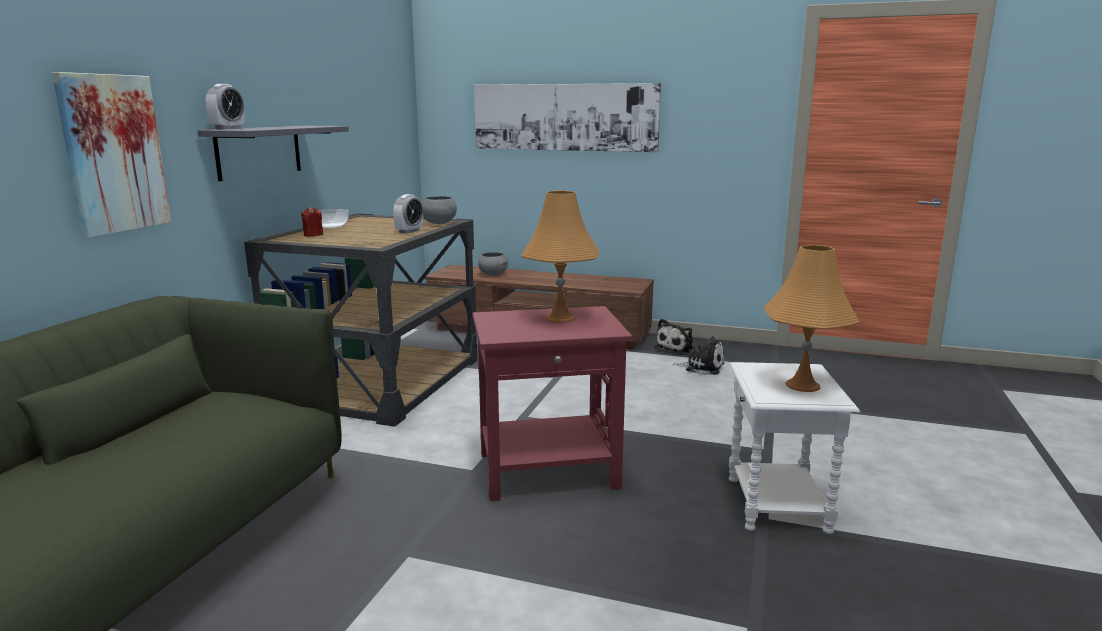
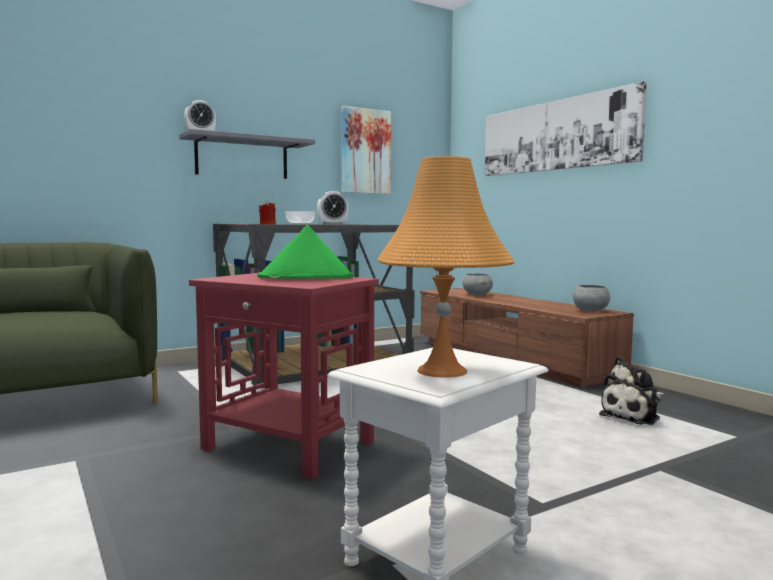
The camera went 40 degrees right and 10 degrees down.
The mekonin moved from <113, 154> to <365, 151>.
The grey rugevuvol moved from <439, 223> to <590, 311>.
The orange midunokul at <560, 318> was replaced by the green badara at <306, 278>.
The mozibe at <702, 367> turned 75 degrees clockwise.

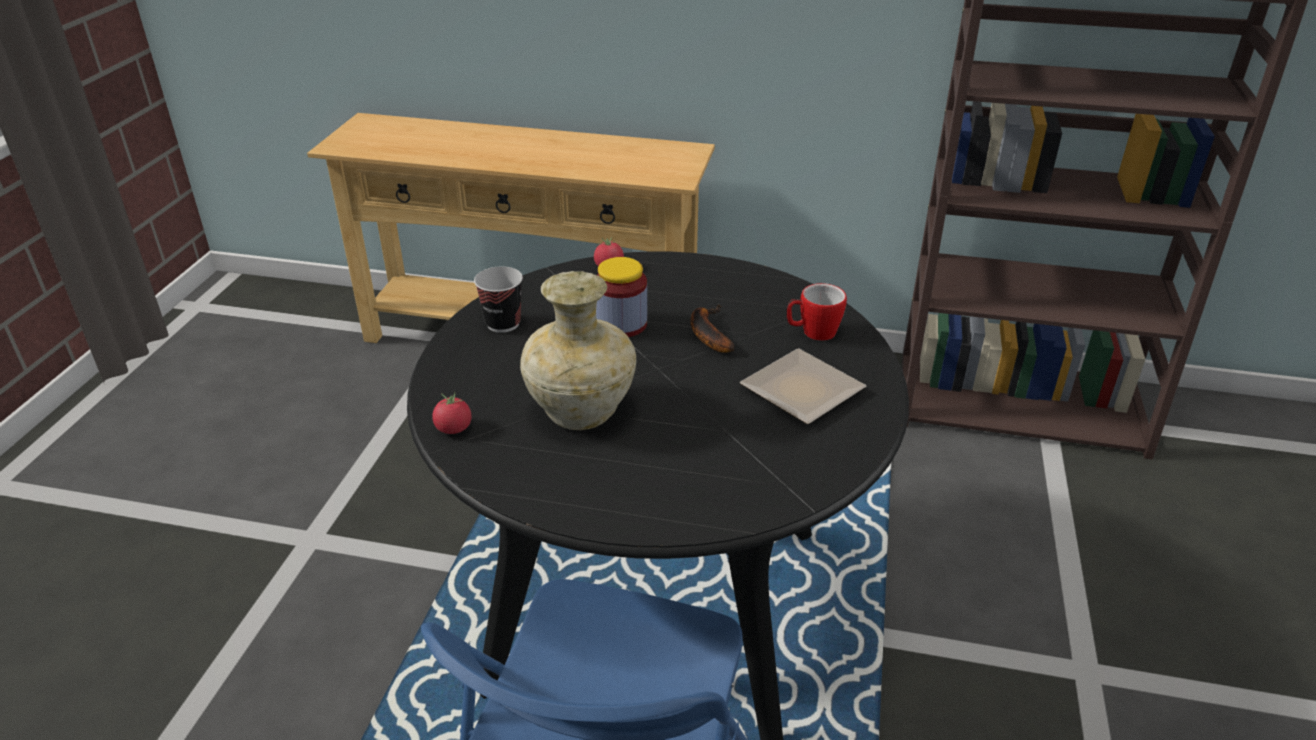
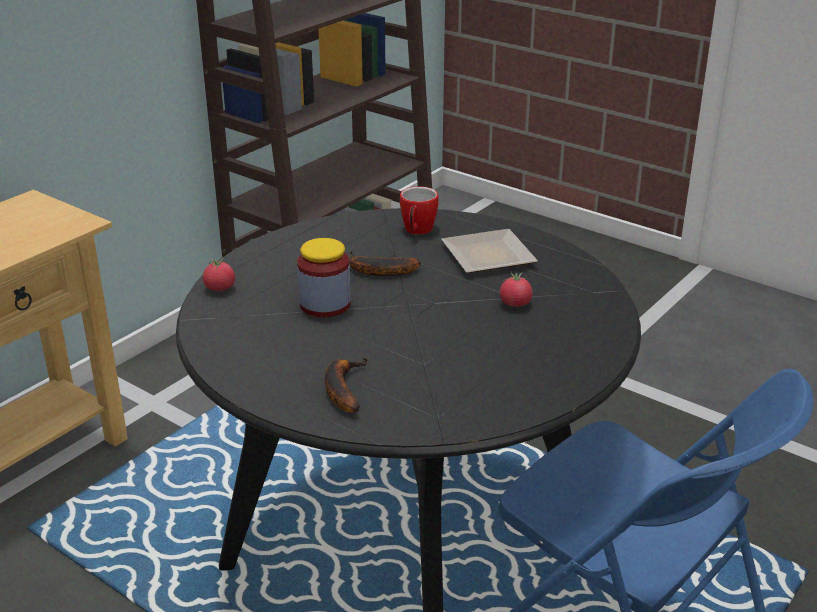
The camera went 65 degrees left and 5 degrees down.
The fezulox at <503, 323> disappeared.
The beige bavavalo at <579, 413> disappeared.
The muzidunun at <342, 388> appeared.
The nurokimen moved from <453, 428> to <515, 304>.

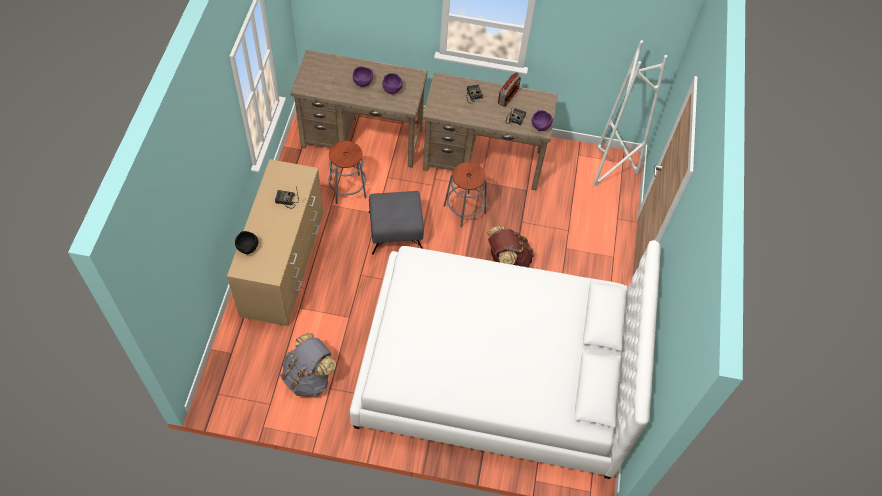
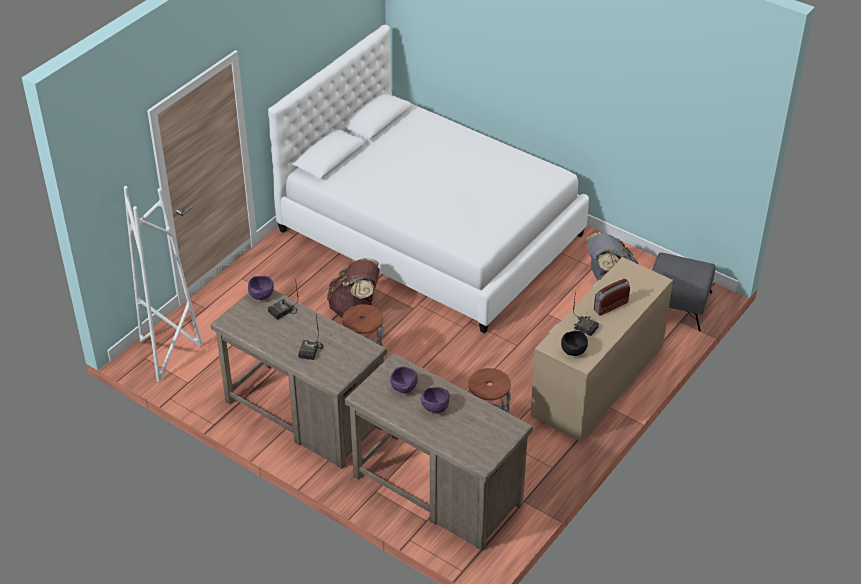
The camera went 150 degrees left and 15 degrees down.
The black rugevuvol moved from <248, 248> to <573, 351>.
The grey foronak moved from <396, 231> to <676, 304>.
The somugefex moved from <508, 96> to <610, 306>.

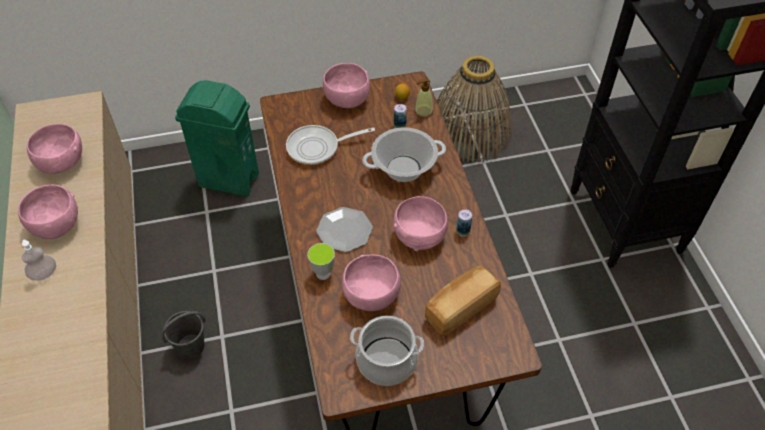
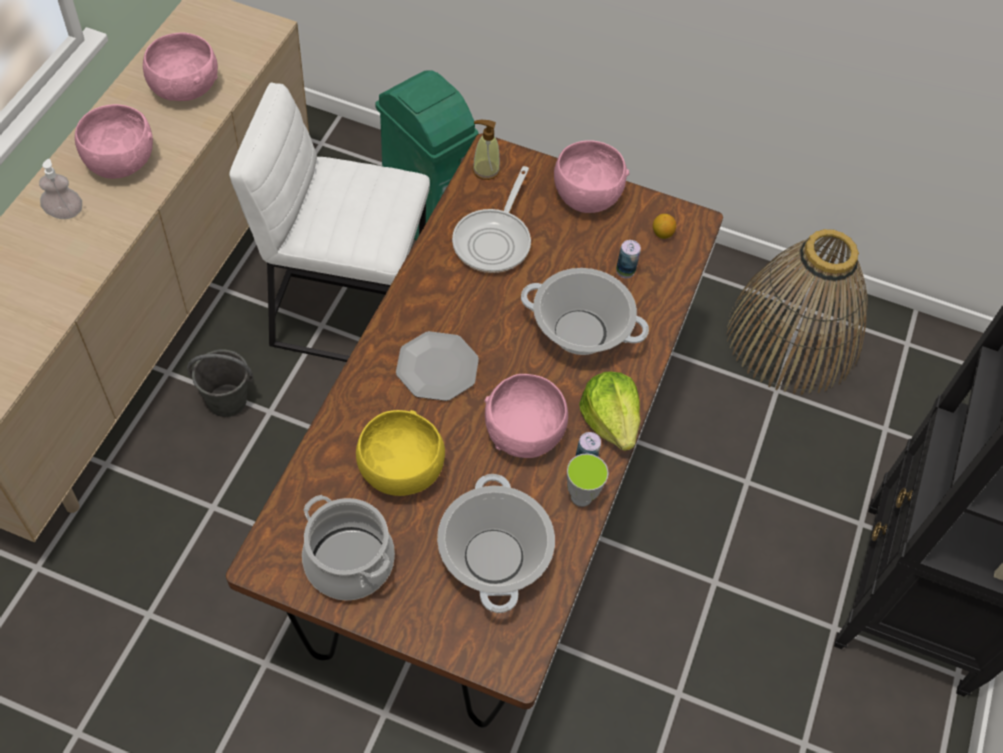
The camera went 30 degrees right and 5 degrees up.
The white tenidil at <345, 312> appeared.
The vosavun at <610, 420> appeared.
The fezulox moved from <323, 274> to <581, 497>.
The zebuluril moved from <423, 112> to <485, 170>.
The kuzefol at <459, 307> was replaced by the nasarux at <494, 557>.
The pink rugevuvol at <372, 295> became the yellow rugevuvol at <401, 470>.
The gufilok at <317, 148> turned 90 degrees counterclockwise.

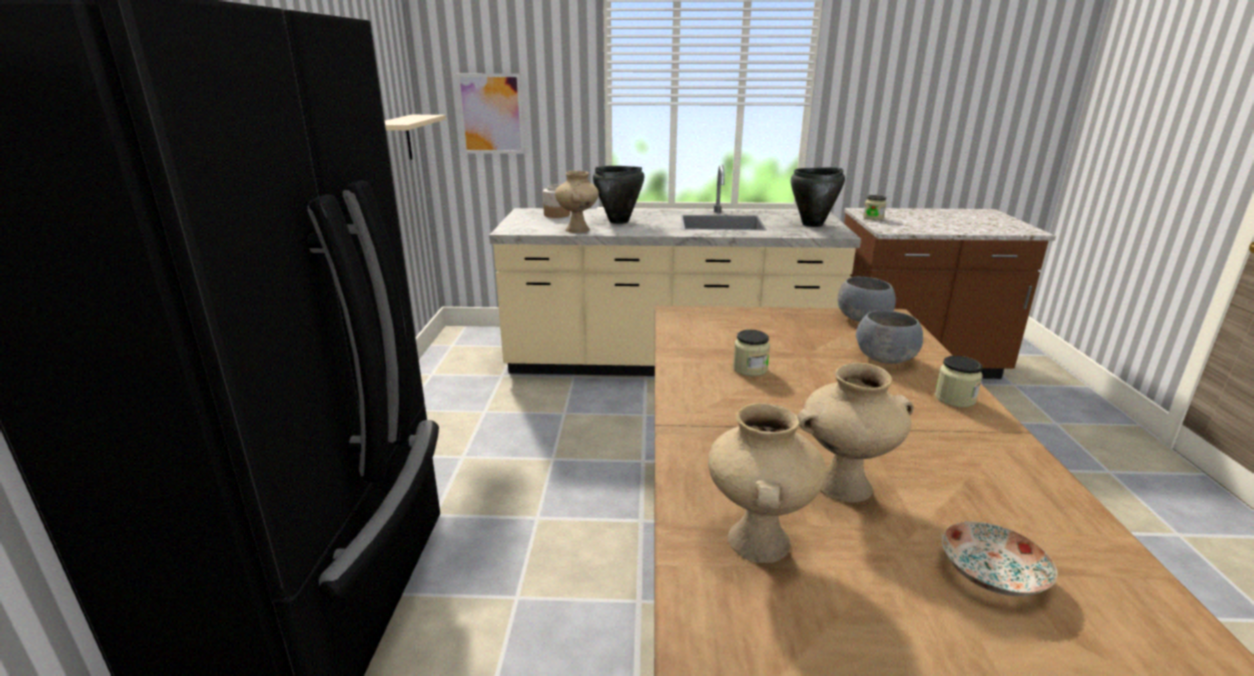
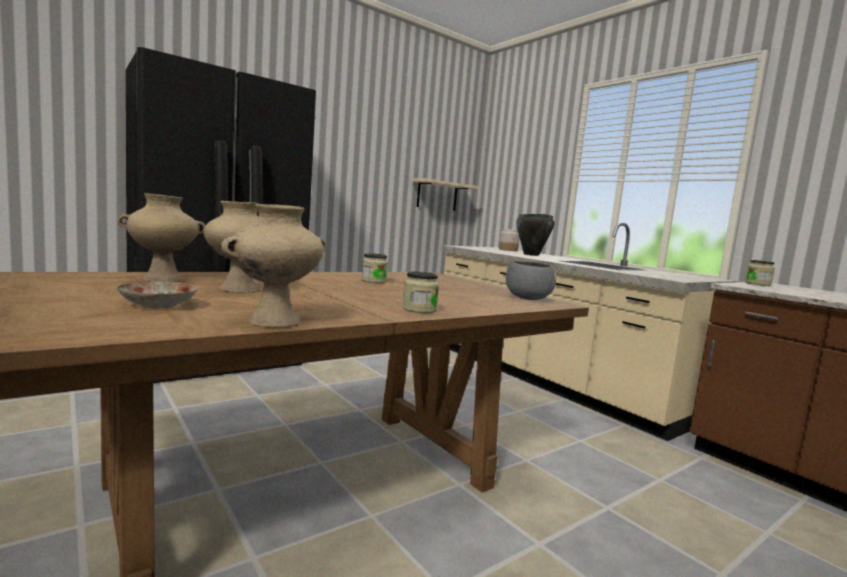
The camera went 50 degrees right and 15 degrees down.
The mekonin at <491, 114> disappeared.
The black nasarux at <813, 224> disappeared.
The grey rugevuvol at <886, 358> disappeared.
The beige bavavalo moved from <578, 230> to <273, 322>.

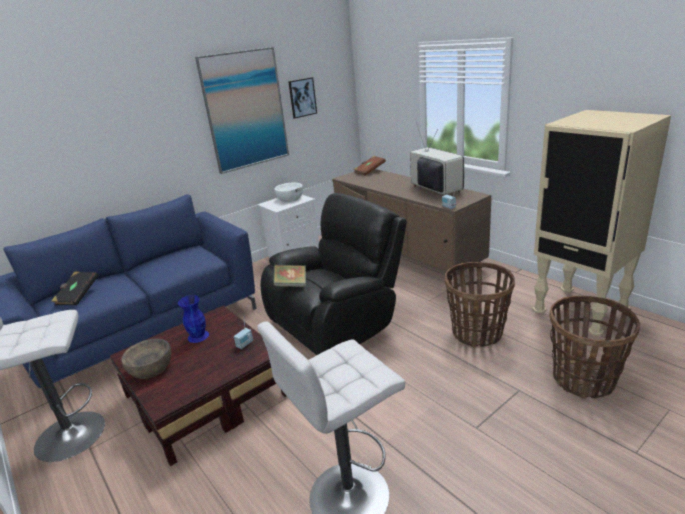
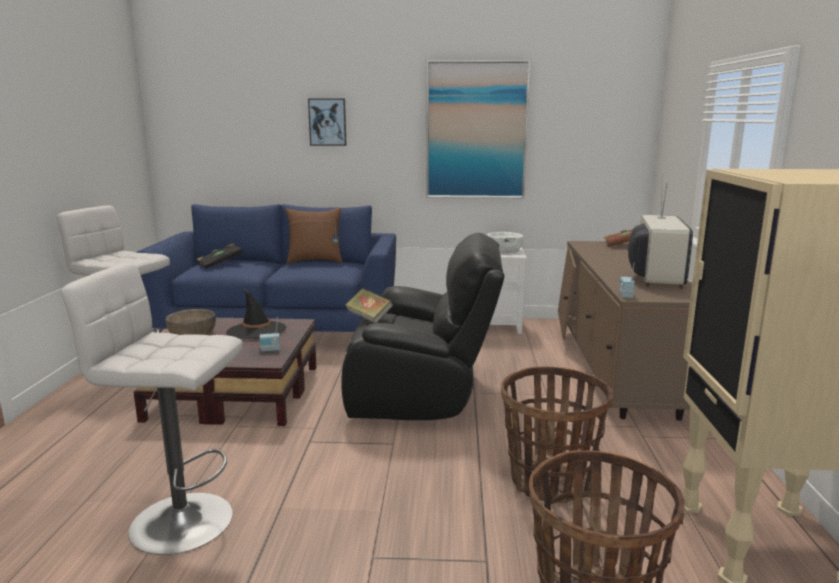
The camera went 40 degrees right and 10 degrees down.
The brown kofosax at <315, 261> appeared.
The mekonin moved from <302, 97> to <327, 122>.
The blue bavavalo at <198, 336> was replaced by the black badara at <256, 330>.

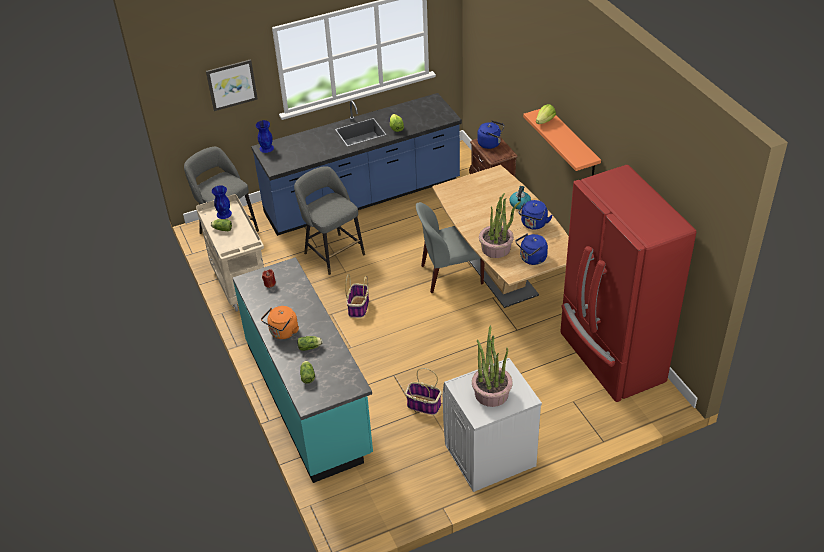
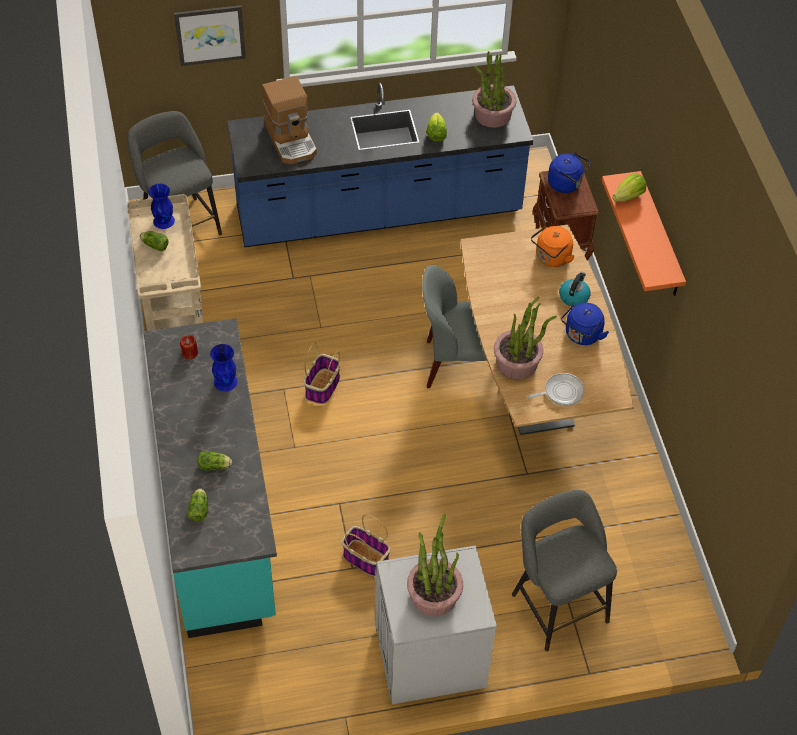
The camera went 10 degrees right and 10 degrees up.
The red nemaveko at <608, 358> disappeared.
The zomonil at <291, 140> appeared.
The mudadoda at <492, 115> appeared.
The blue bavavalo moved from <267, 148> to <226, 381>.
The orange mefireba moved from <283, 333> to <551, 258>.
The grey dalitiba moved from <332, 252> to <557, 603>.
The blue mefireba at <532, 259> was replaced by the gufilok at <561, 392>.

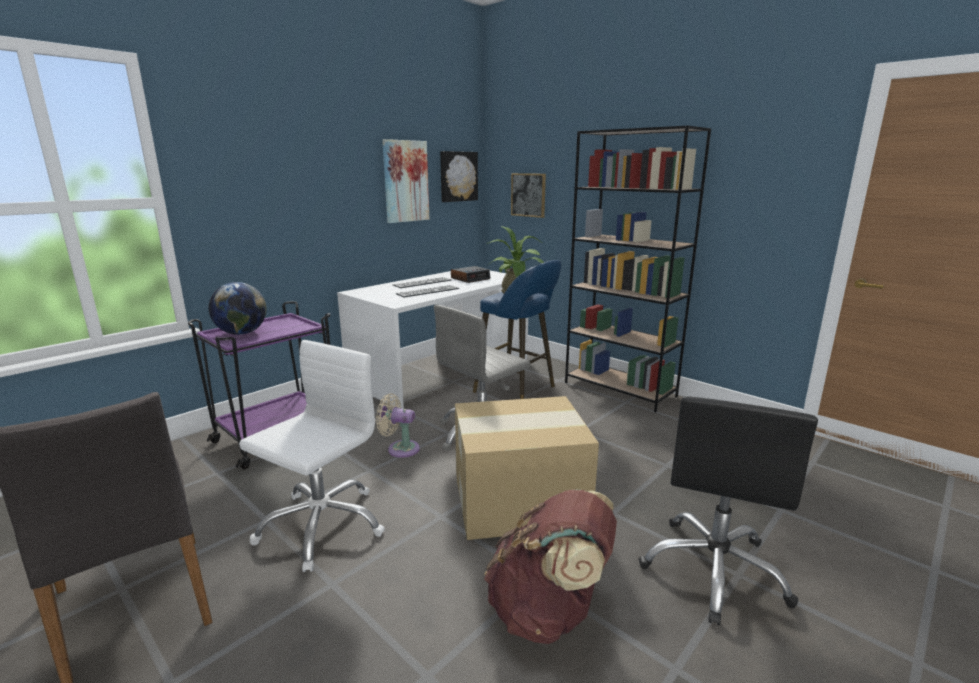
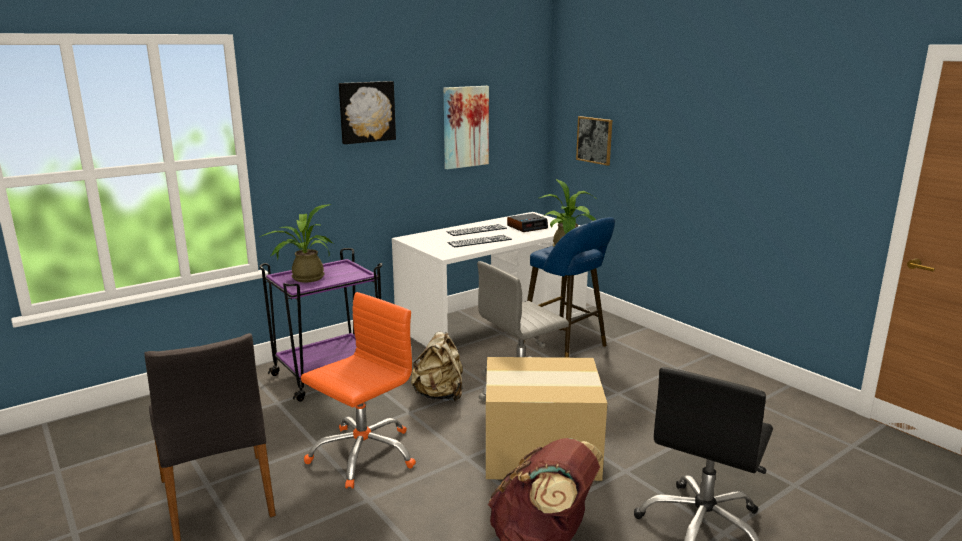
The camera went 10 degrees right and 0 degrees up.
The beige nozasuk at <620, 389> disappeared.
The mekonin moved from <458, 176> to <366, 112>.
The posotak at <241, 333> was replaced by the mudadoda at <303, 278>.
The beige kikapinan at <400, 448> was replaced by the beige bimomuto at <439, 395>.
The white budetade at <322, 525> became the orange budetade at <363, 454>.

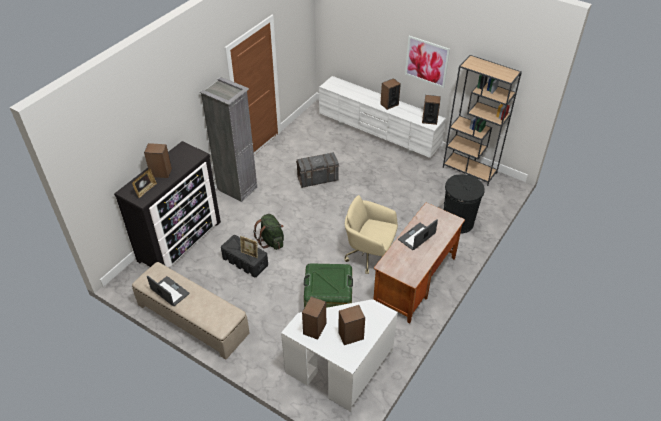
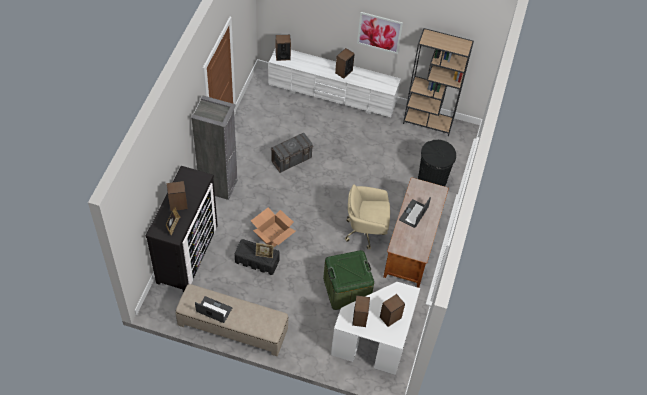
The camera went 20 degrees left and 10 degrees up.
The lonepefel moved from <429, 120> to <282, 56>.
The green bimomuto at <271, 241> was replaced by the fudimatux at <273, 235>.

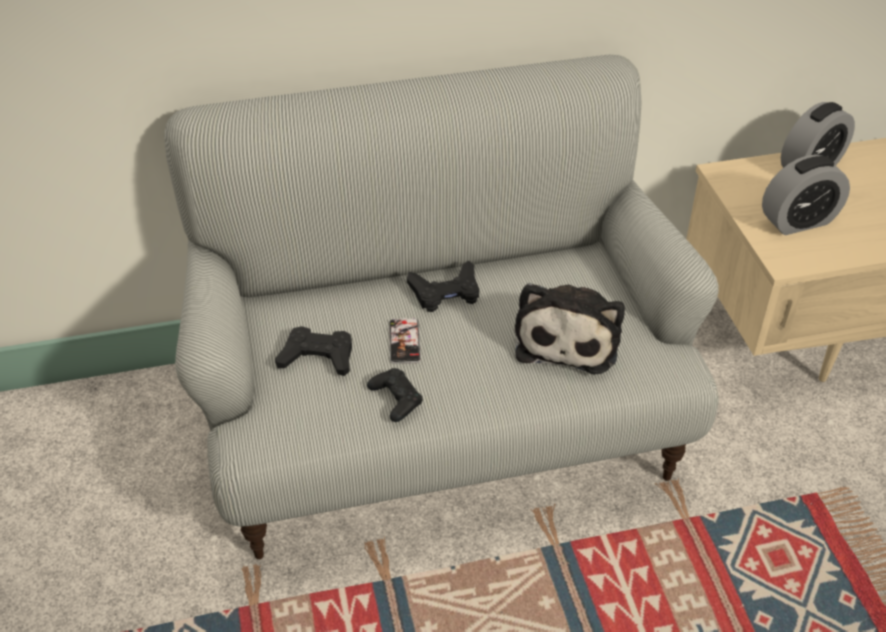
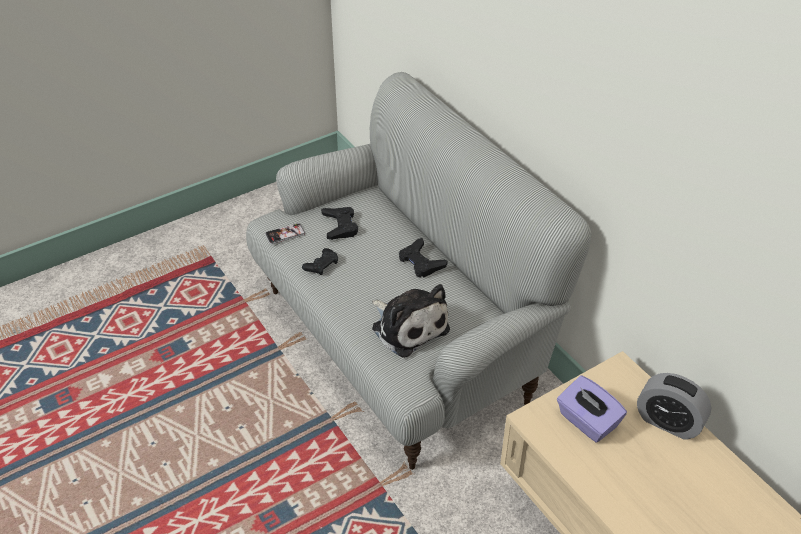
The camera went 70 degrees right and 0 degrees up.
The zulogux moved from <404, 342> to <285, 234>.
The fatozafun at <798, 221> was replaced by the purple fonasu at <587, 421>.
The mozibe at <568, 337> turned 120 degrees counterclockwise.

